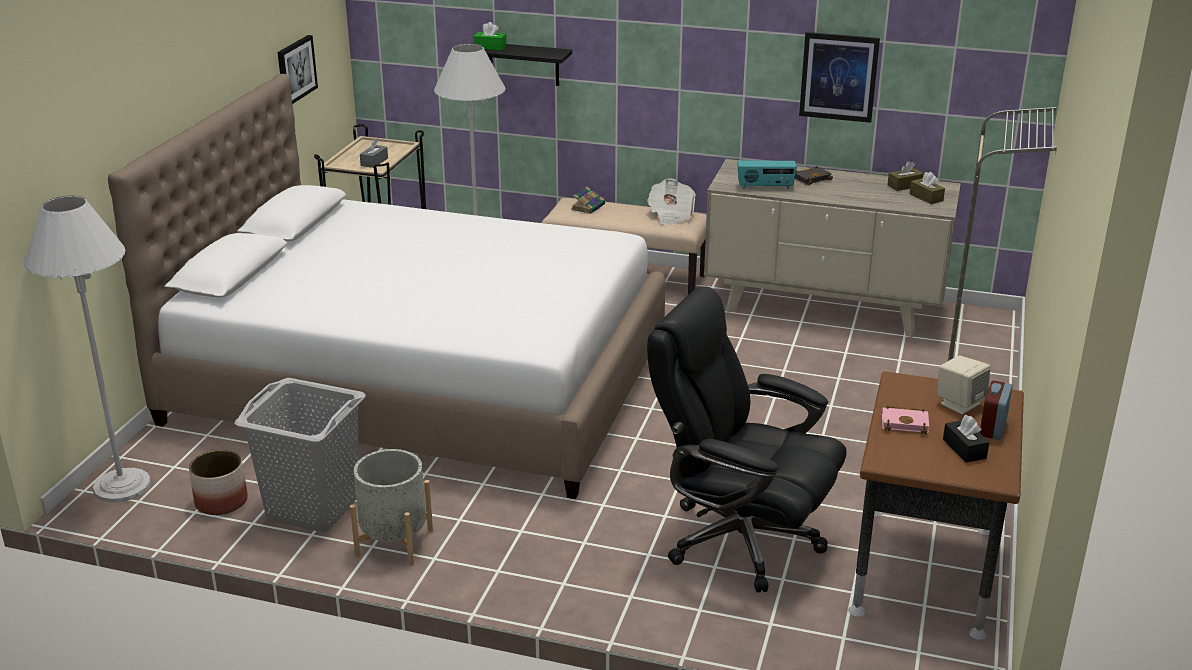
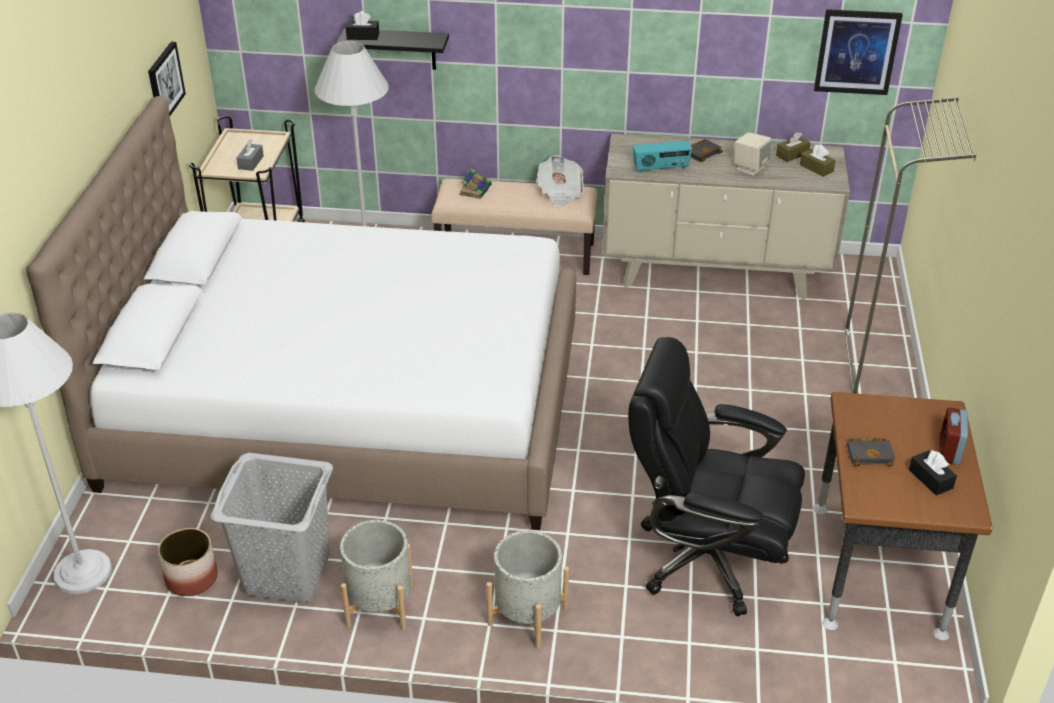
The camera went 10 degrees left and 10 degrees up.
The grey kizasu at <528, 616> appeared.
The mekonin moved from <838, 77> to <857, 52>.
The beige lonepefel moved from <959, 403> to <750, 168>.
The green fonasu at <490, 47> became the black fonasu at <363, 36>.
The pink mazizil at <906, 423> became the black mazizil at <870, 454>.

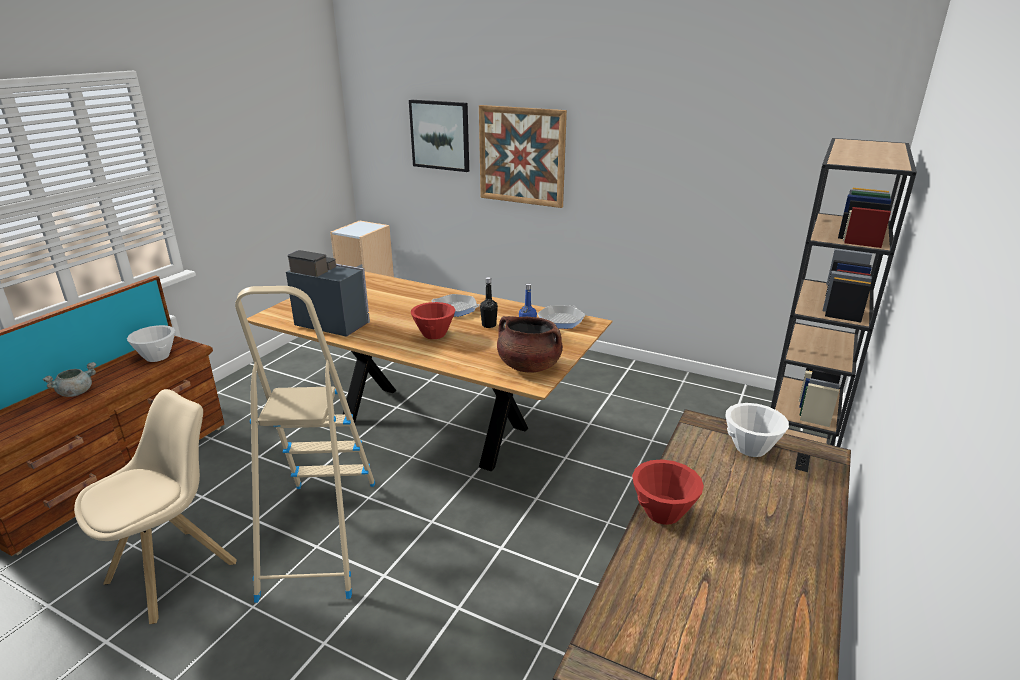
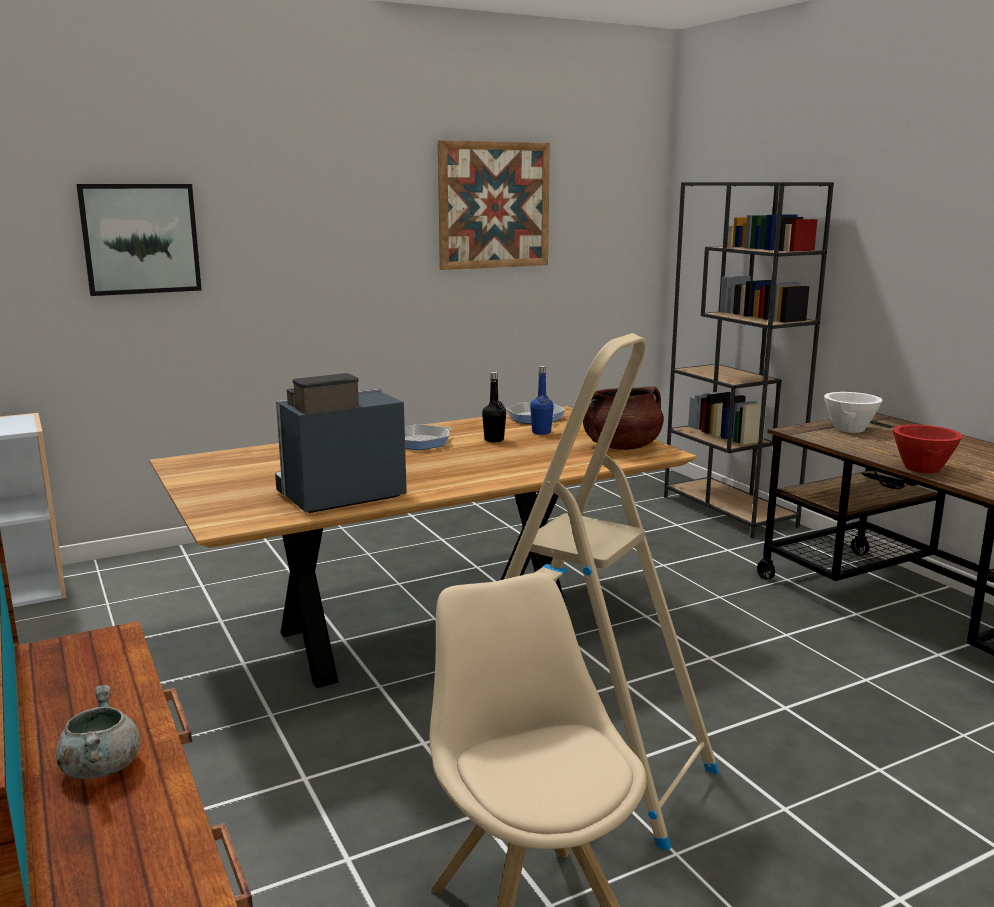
The camera went 55 degrees left and 10 degrees down.
The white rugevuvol at <157, 357> disappeared.
The red rugevuvol at <434, 334> disappeared.
The mekonin moved from <521, 156> to <494, 205>.

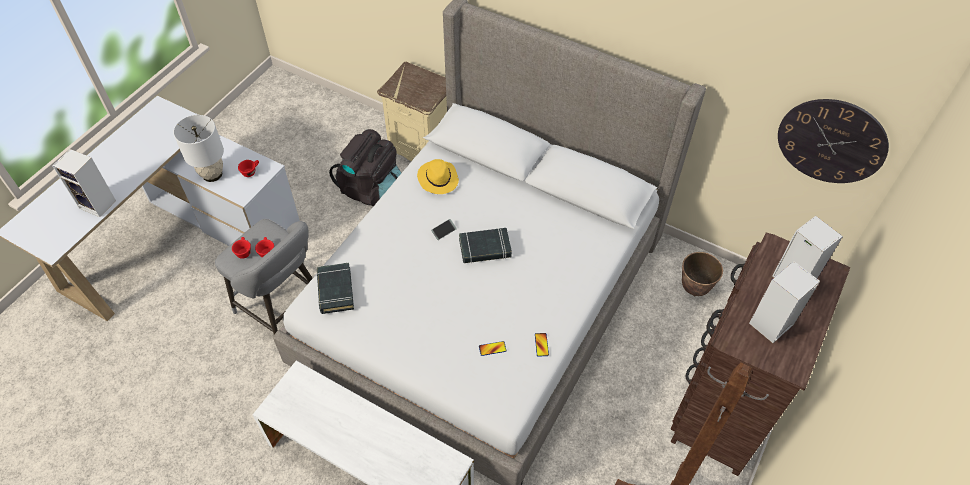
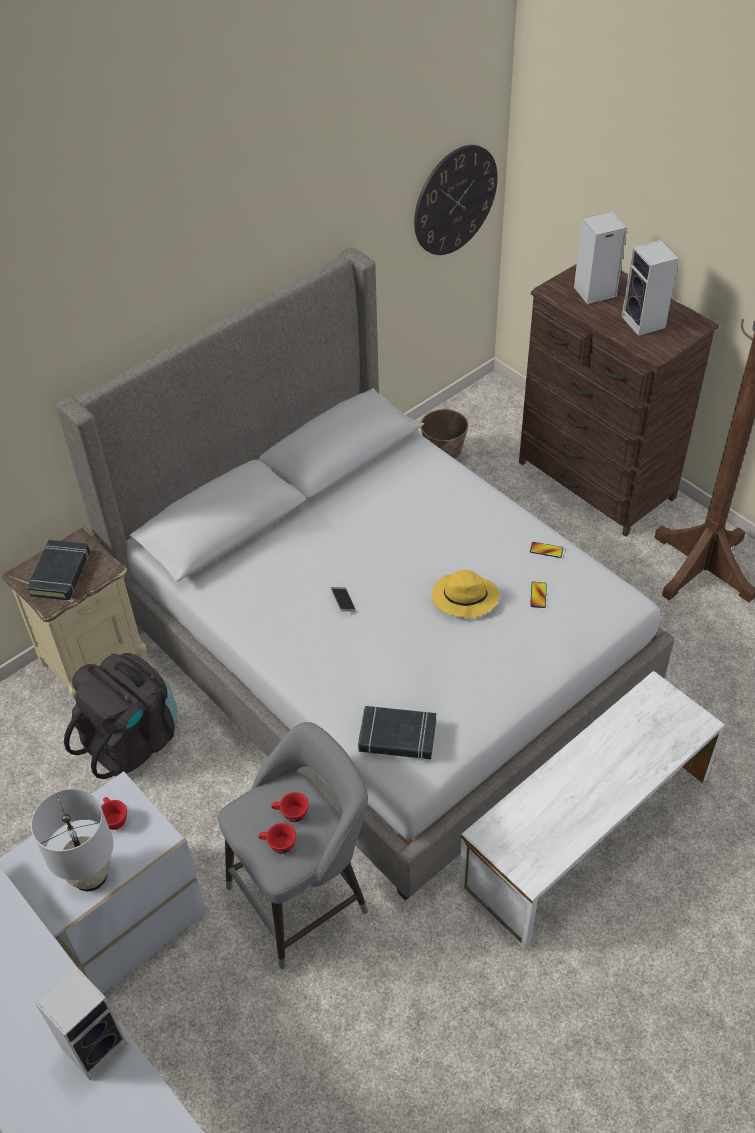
The camera went 70 degrees left and 5 degrees down.
The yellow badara moved from <438, 179> to <463, 598>.
The black mazizil moved from <485, 248> to <61, 574>.

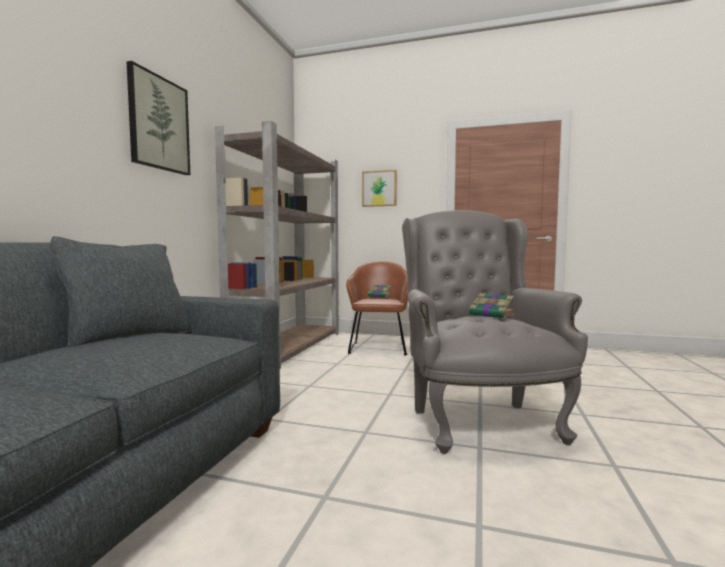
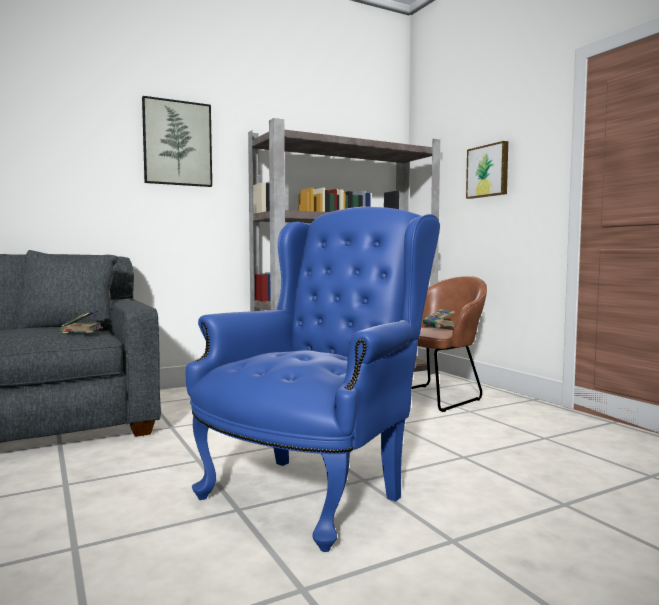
The camera went 45 degrees right and 0 degrees up.
The mazizil moved from <492, 315> to <82, 330>.
The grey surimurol at <478, 419> became the blue surimurol at <313, 490>.

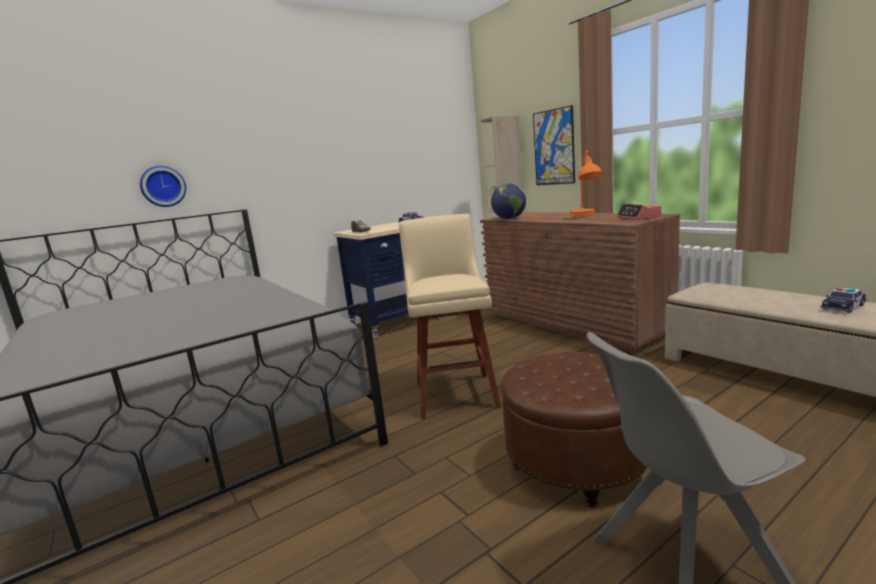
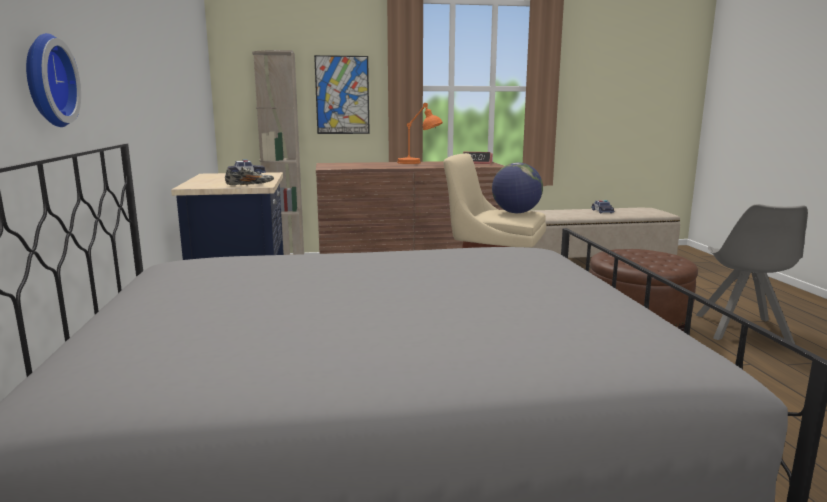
The camera went 65 degrees left and 0 degrees up.
The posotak moved from <509, 218> to <516, 213>.

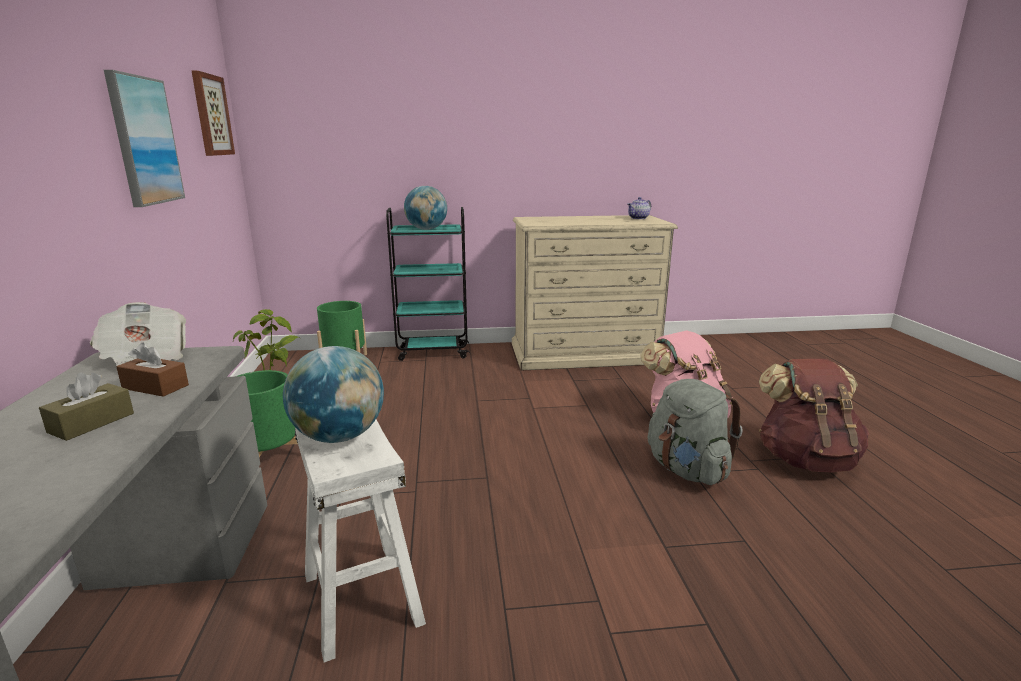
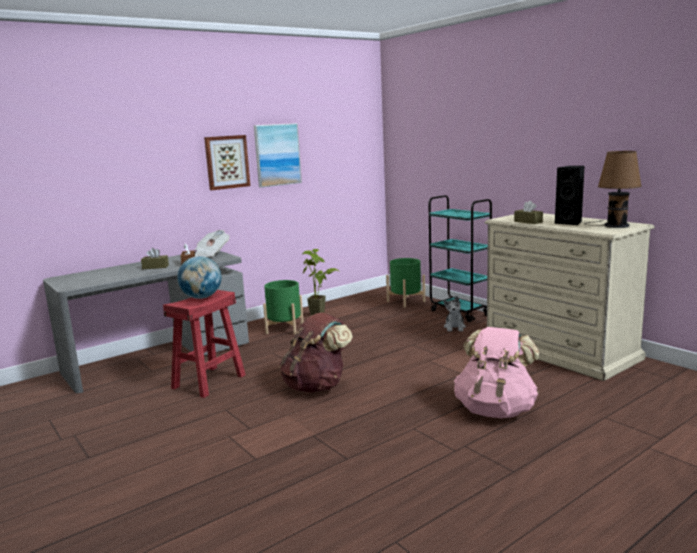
The camera went 60 degrees right and 5 degrees down.
The posotak at <426, 229> disappeared.
The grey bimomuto at <687, 470> disappeared.
The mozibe at <454, 327> appeared.
The brown fonasu at <528, 222> appeared.
The black lonepefel at <570, 223> appeared.
The mekonin moved from <211, 115> to <227, 162>.
The brown bimomuto moved from <805, 459> to <317, 386>.
The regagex at <638, 218> was replaced by the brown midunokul at <614, 225>.
The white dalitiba at <363, 597> became the red dalitiba at <209, 381>.

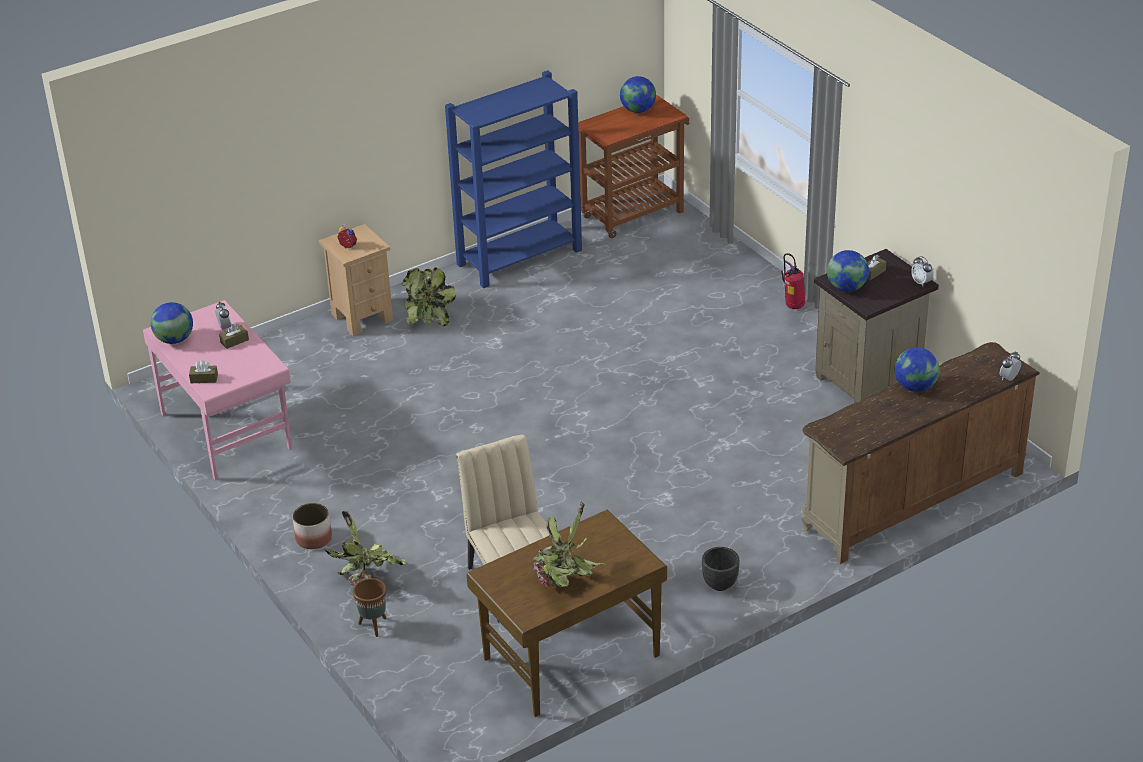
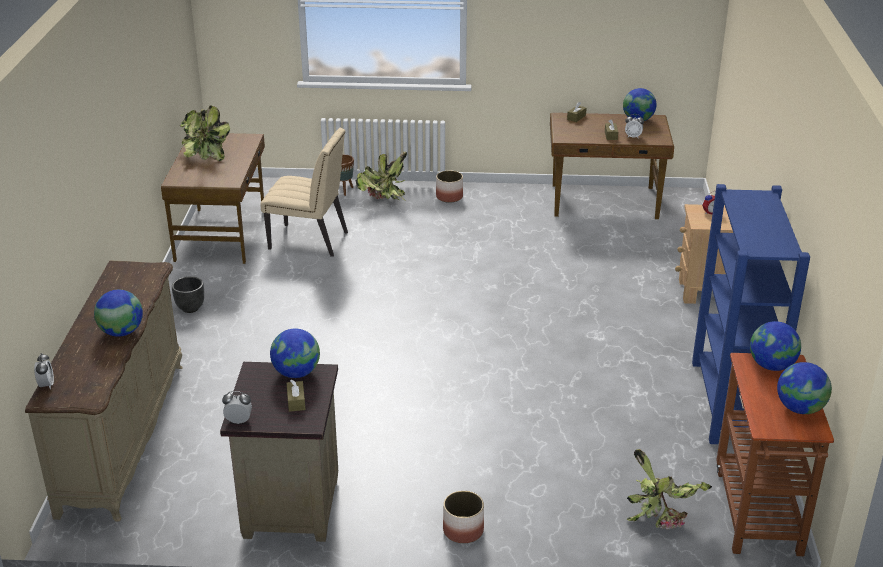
The camera went 125 degrees right and 5 degrees down.
The posotak at <771, 366> appeared.
The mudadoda moved from <427, 315> to <662, 517>.
The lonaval at <793, 306> was replaced by the kizasu at <463, 530>.
The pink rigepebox at <226, 430> became the brown rigepebox at <605, 202>.

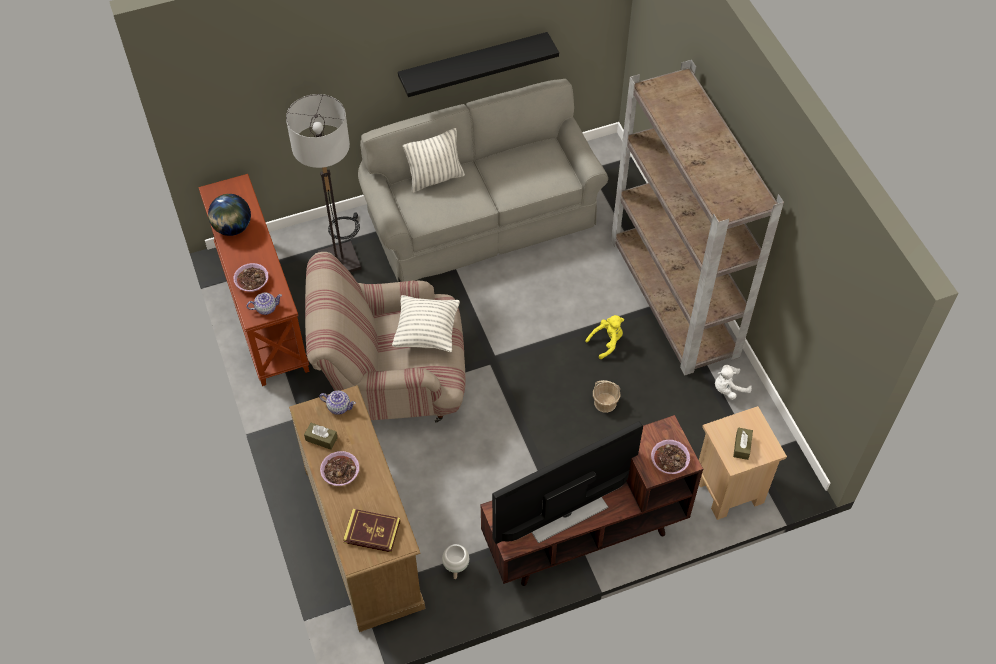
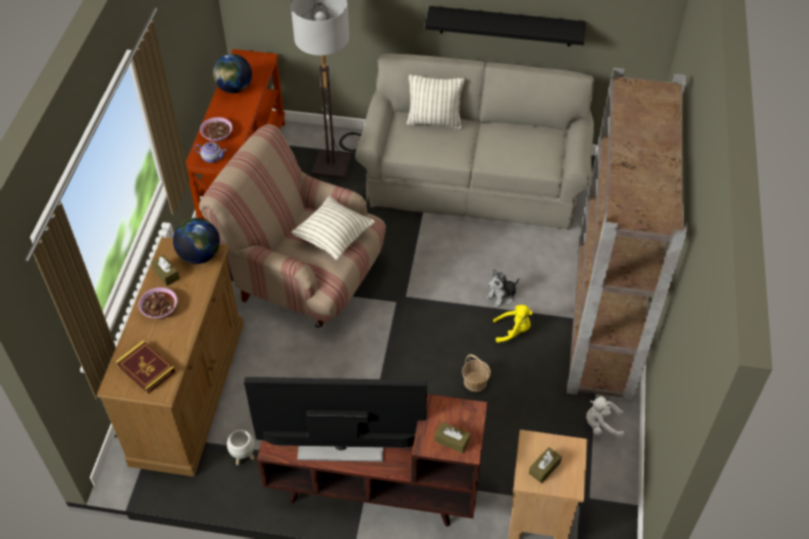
The camera went 30 degrees right and 5 degrees down.
The mozibe at <502, 296> appeared.
The regagex at <338, 406> was replaced by the posotak at <200, 255>.
The rugevuvol at <669, 460> was replaced by the brown fonasu at <452, 441>.

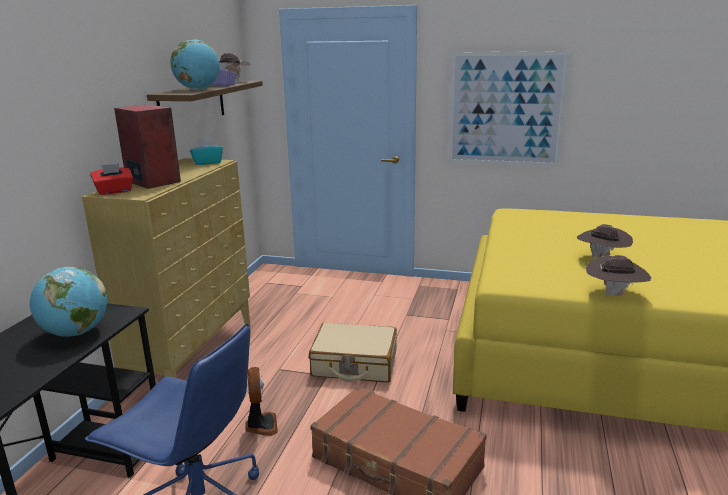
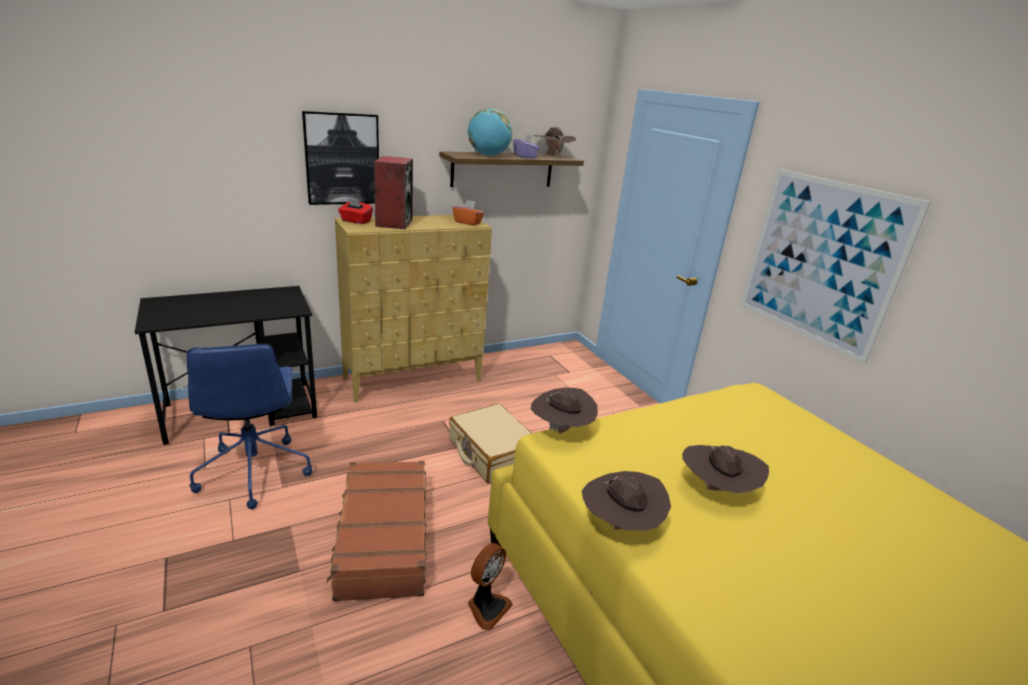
The camera went 45 degrees right and 5 degrees up.
The posotak at <75, 333> disappeared.
The mekonin at <342, 159> appeared.
The brown badara at <561, 431> appeared.
The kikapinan moved from <261, 425> to <487, 607>.
The turquoise fonasu at <207, 162> became the orange fonasu at <468, 222>.

